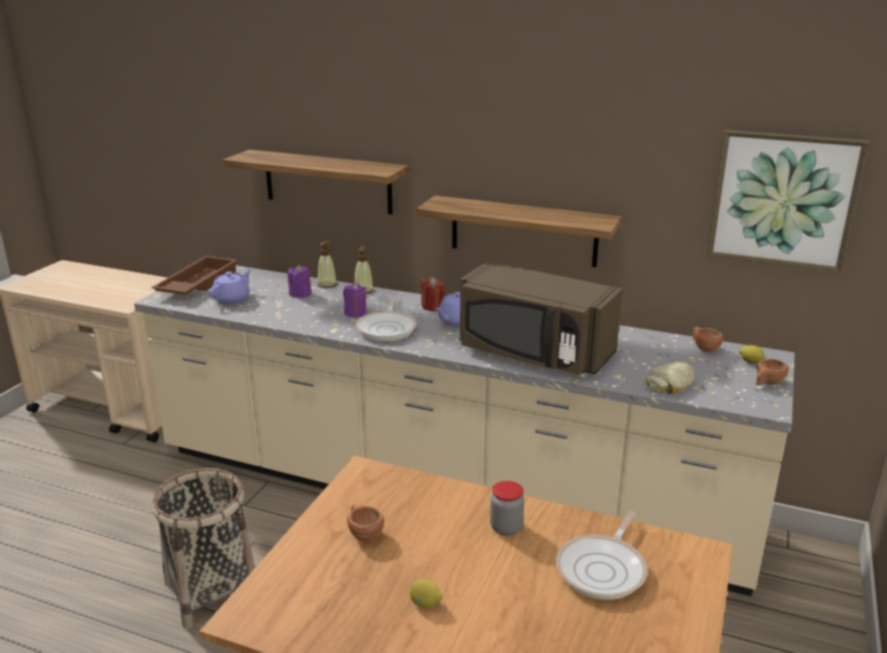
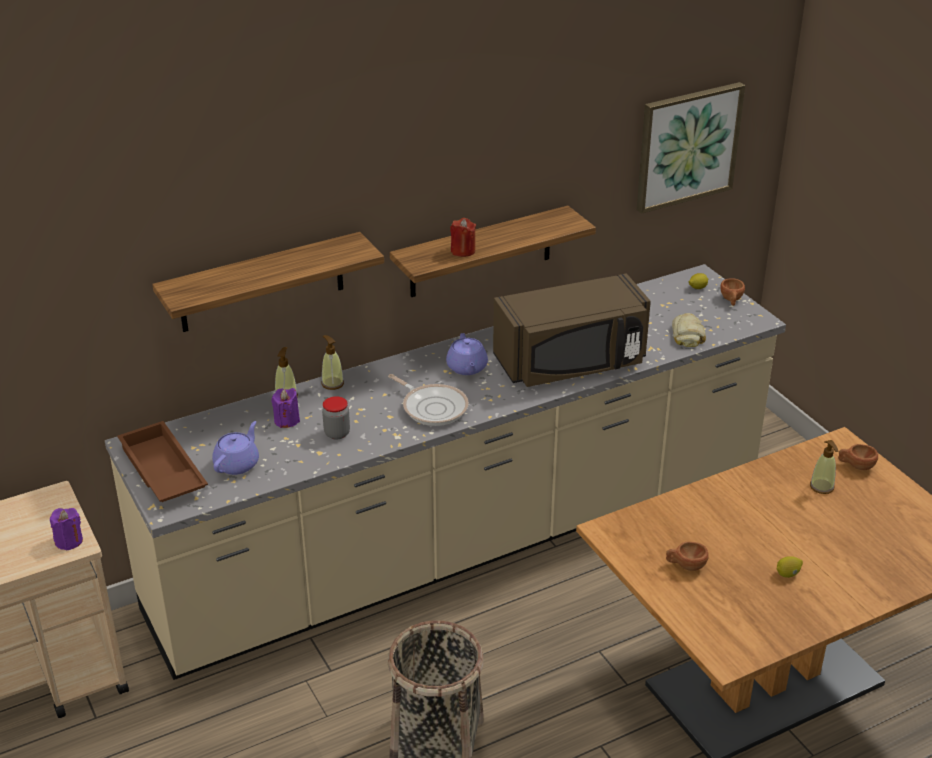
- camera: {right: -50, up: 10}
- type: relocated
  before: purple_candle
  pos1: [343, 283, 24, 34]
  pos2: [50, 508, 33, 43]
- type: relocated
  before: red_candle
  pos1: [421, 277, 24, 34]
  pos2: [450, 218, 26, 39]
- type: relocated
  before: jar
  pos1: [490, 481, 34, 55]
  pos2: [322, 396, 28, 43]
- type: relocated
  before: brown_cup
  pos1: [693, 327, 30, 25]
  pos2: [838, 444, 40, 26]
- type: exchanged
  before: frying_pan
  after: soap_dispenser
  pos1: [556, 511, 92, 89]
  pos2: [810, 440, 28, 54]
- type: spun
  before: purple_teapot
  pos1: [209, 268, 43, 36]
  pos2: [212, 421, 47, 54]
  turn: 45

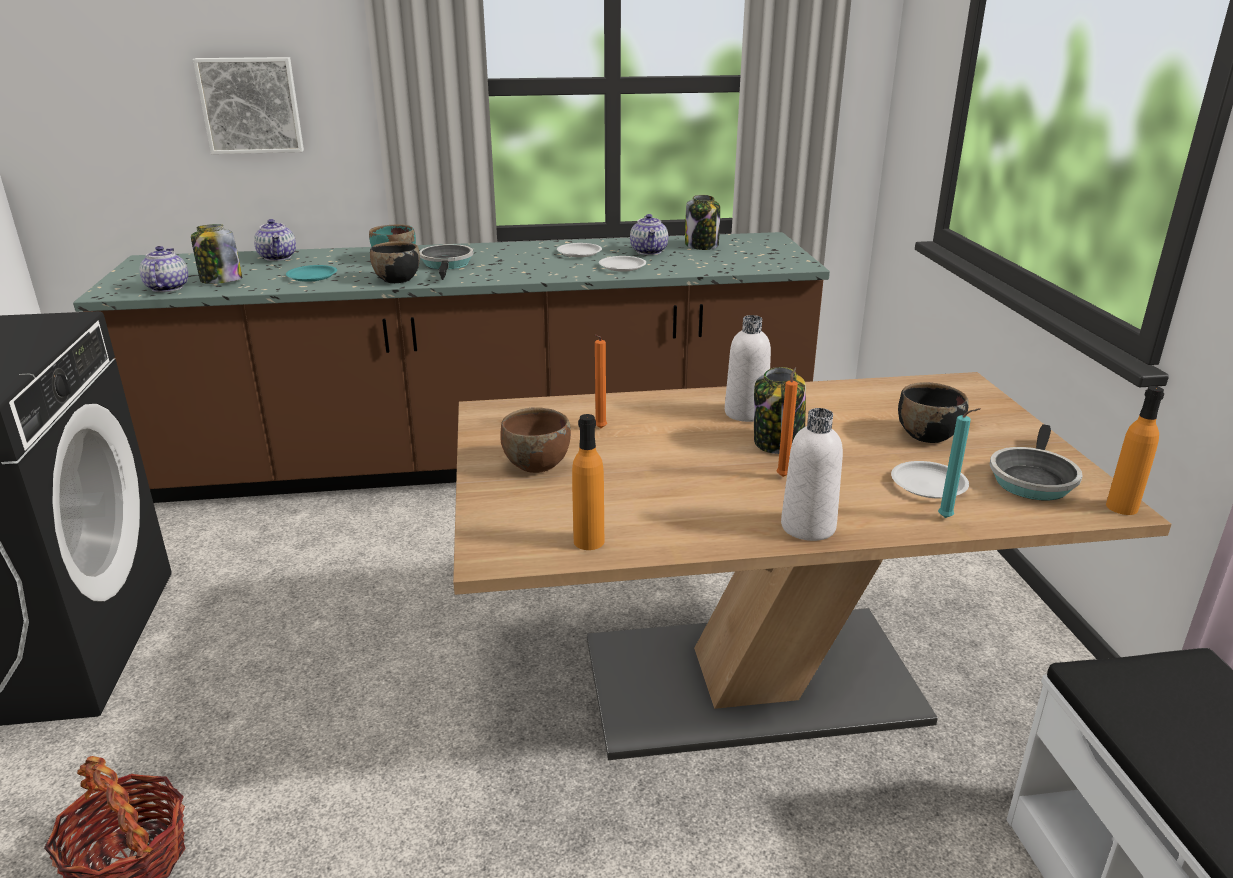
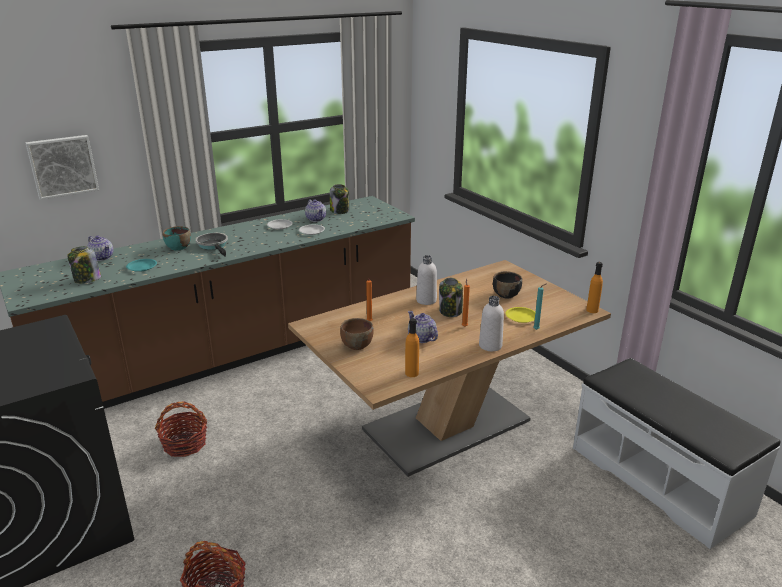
- camera: {right: -25, up: 0}
- type: missing
  before: black_bowl
  pos1: [370, 241, 50, 42]
- type: missing
  before: frying_pan
  pos1: [990, 424, 92, 76]
- type: appeared
  after: basket
  pos2: [155, 401, 52, 56]
- type: relocated
  before: teapot
  pos1: [140, 246, 48, 46]
  pos2: [408, 311, 30, 32]
- type: colour
  before: white_plate
  after: yellow_plate
  pos1: [891, 461, 78, 37]
  pos2: [506, 307, 29, 16]

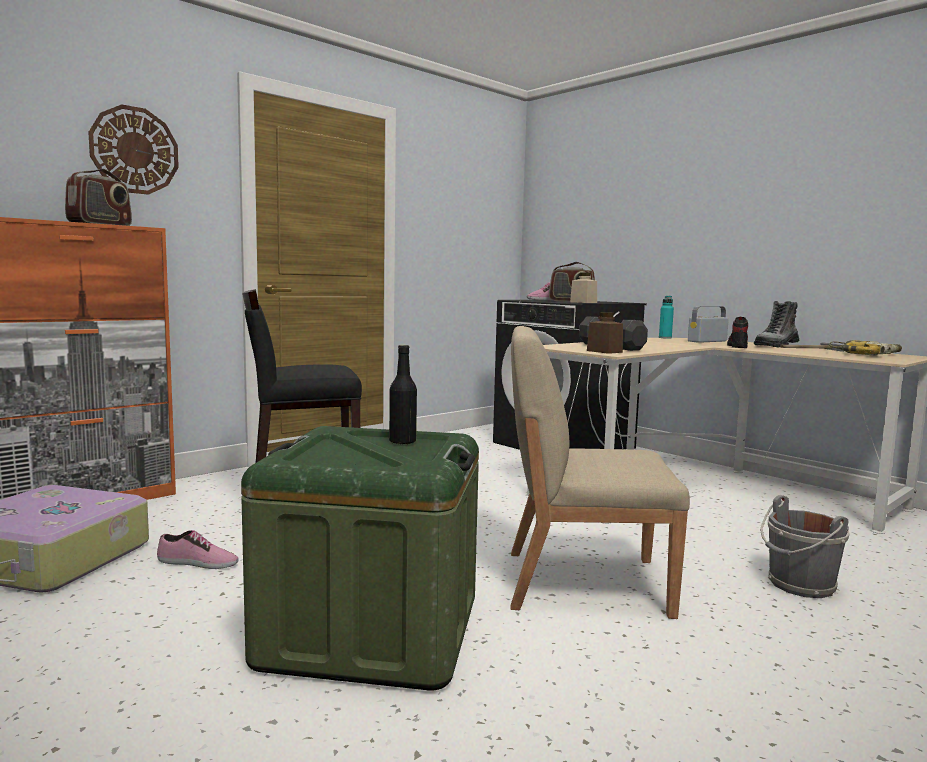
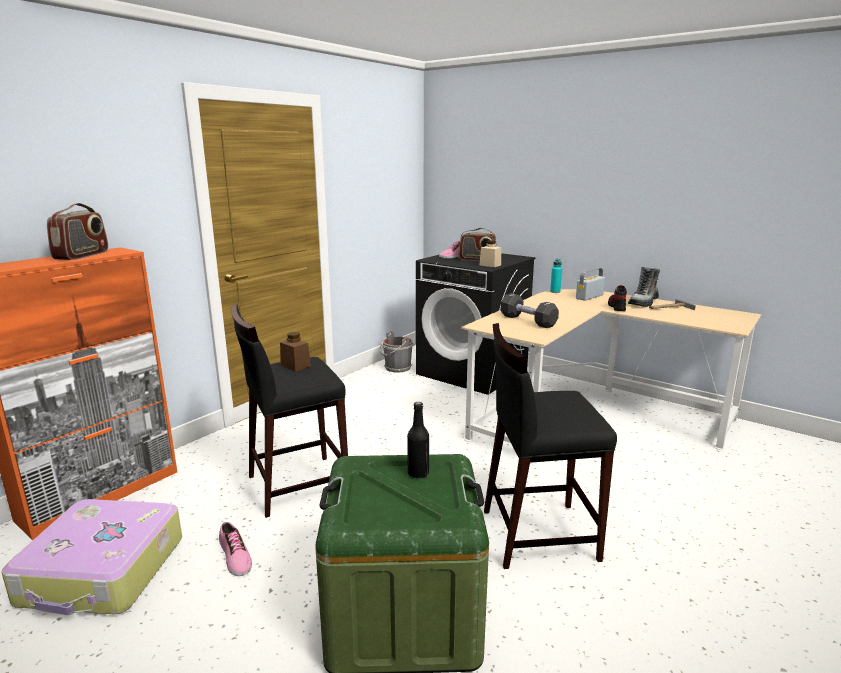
- camera: {right: -10, up: 10}
- type: missing
  before: wall_clock
  pos1: [88, 104, 91, 91]
- type: missing
  before: power_drill
  pos1: [829, 340, 73, 16]
- type: relocated
  before: brown_jar
  pos1: [587, 312, 36, 42]
  pos2: [280, 332, 31, 40]
- type: relocated
  before: grey_bucket
  pos1: [760, 495, 90, 103]
  pos2: [380, 331, 34, 42]
- type: exchanged
  before: beige_chair
  after: black_stool
  pos1: [511, 326, 179, 293]
  pos2: [484, 323, 133, 246]
- type: spun
  before: shoe
  pos1: [157, 530, 82, 39]
  pos2: [219, 522, 33, 54]
  turn: 60

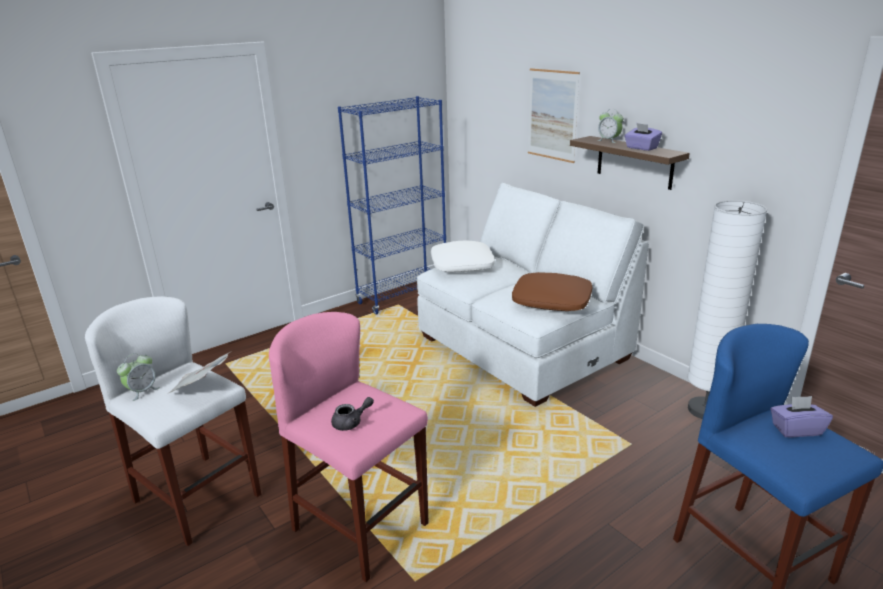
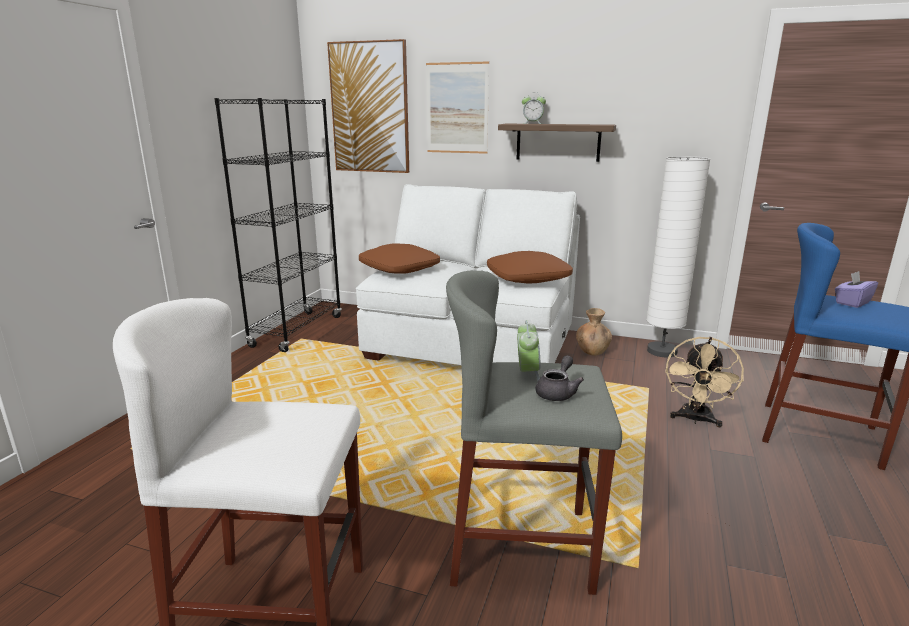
- camera: {right: -35, up: -5}
- type: missing
  before: newspaper
  pos1: [167, 351, 65, 43]
- type: missing
  before: purple_tissue_box
  pos1: [624, 123, 38, 28]
- type: appeared
  after: picture
  pos2: [327, 39, 82, 134]
- type: appeared
  after: brown_vase
  pos2: [576, 308, 36, 48]
- type: appeared
  after: beige_fan
  pos2: [665, 337, 79, 90]
- type: relocated
  before: alarm_clock
  pos1: [117, 353, 43, 48]
  pos2: [517, 320, 24, 61]
- type: colour
  before: pink_stool
  after: grey_stool
  pos1: [269, 312, 160, 270]
  pos2: [446, 270, 176, 325]
- type: colour
  before: blue_bookcase
  after: black_bookcase
  pos1: [338, 96, 108, 218]
  pos2: [214, 98, 128, 254]
- type: colour
  before: white_pillow
  after: brown_pillow
  pos1: [431, 240, 64, 32]
  pos2: [359, 243, 81, 31]

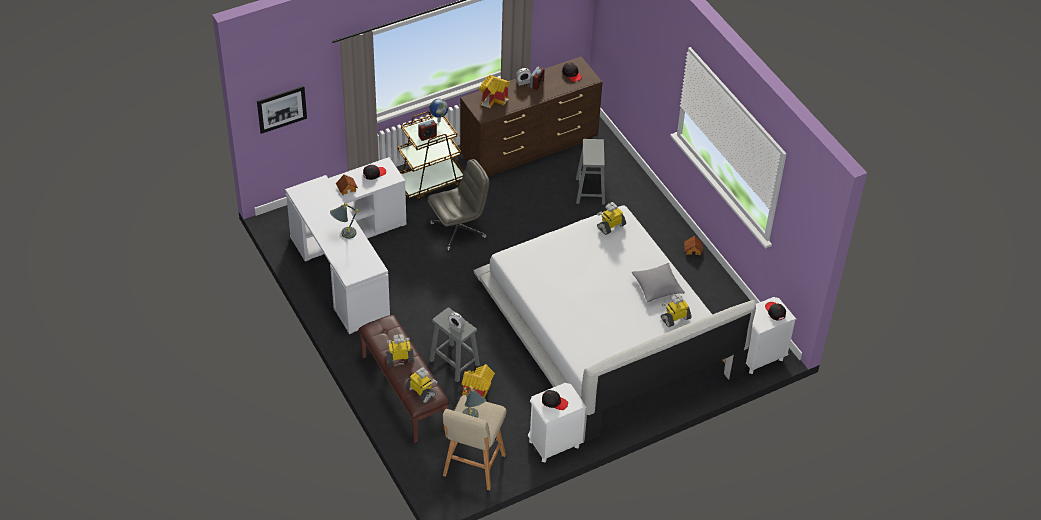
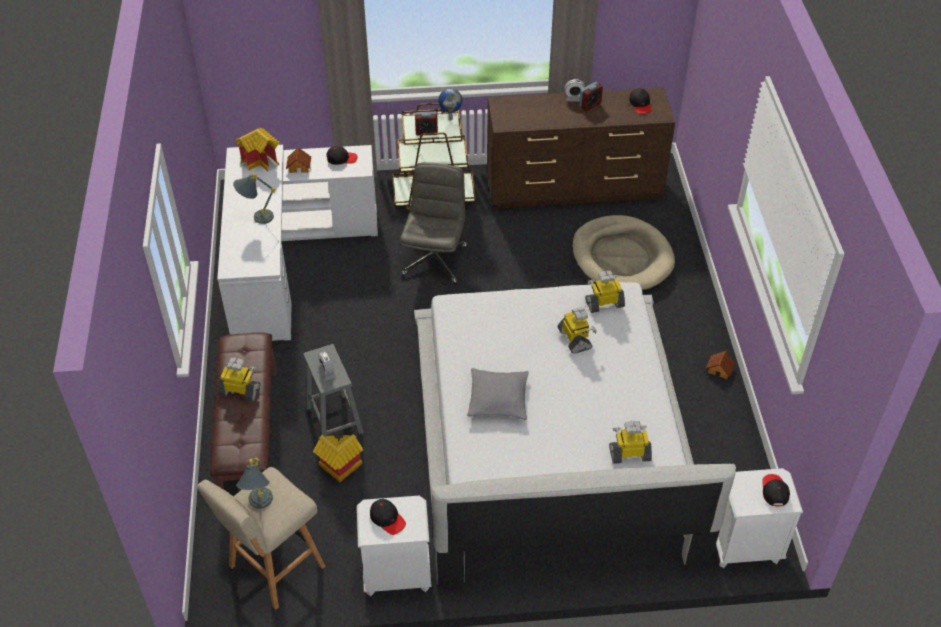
- camera: {right: 25, up: 0}
- type: missing
  before: picture
  pos1: [257, 86, 50, 48]
- type: relocated
  before: toy_robot
  pos1: [406, 367, 31, 36]
  pos2: [558, 307, 39, 47]
- type: relocated
  before: toy_house
  pos1: [478, 75, 32, 33]
  pos2: [236, 128, 44, 43]
- type: relocated
  before: grey_pillow
  pos1: [632, 263, 53, 39]
  pos2: [467, 368, 62, 52]
- type: exchanged
  before: grey_stool
  after: beige_dog_bed
  pos1: [576, 139, 29, 66]
  pos2: [572, 215, 103, 76]
- type: spun
  before: grey_office_chair
  pos1: [428, 159, 61, 93]
  pos2: [400, 162, 68, 122]
  turn: -75

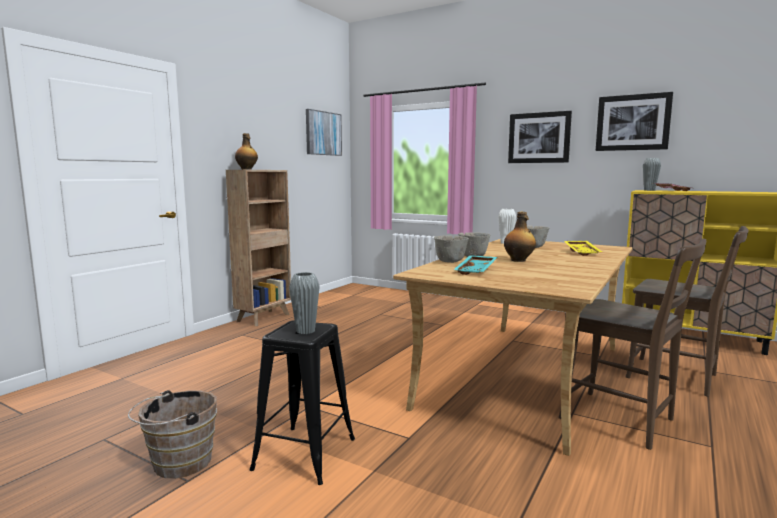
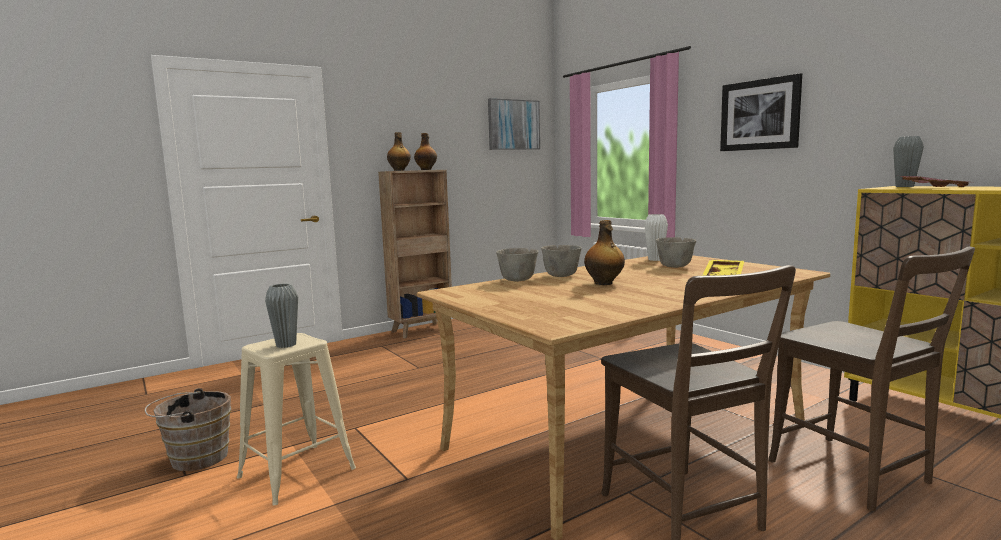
- camera: {right: 25, up: 0}
- type: missing
  before: turquoise_tray
  pos1: [453, 255, 44, 20]
- type: missing
  before: picture
  pos1: [596, 92, 77, 59]
- type: appeared
  after: bottle
  pos2: [414, 133, 23, 37]
- type: colour
  before: black_stool
  after: beige_stool
  pos1: [250, 320, 105, 165]
  pos2: [237, 333, 119, 172]

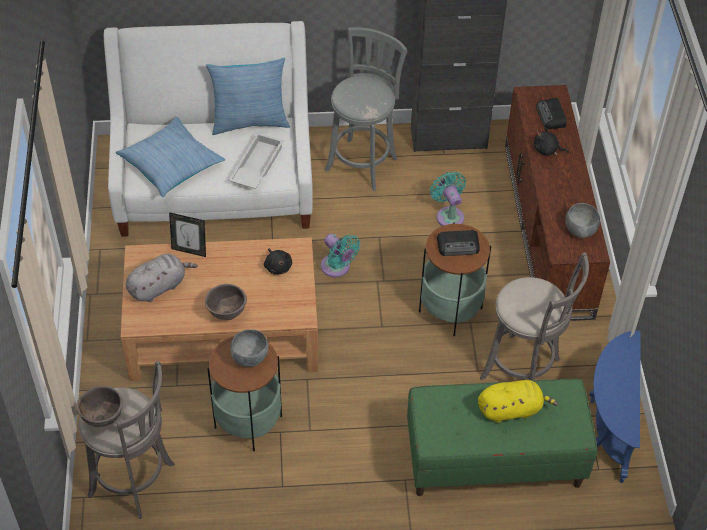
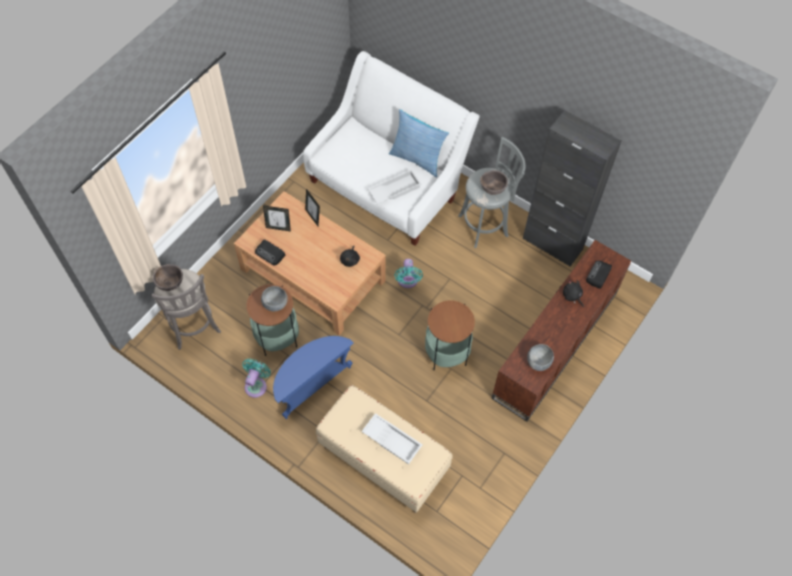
- camera: {right: 40, up: 10}
- type: missing
  before: pillow
  pos1: [116, 117, 109, 80]
- type: missing
  before: grey_stool
  pos1: [480, 252, 109, 128]
- type: relocated
  before: brown_bowl
  pos1: [205, 284, 42, 36]
  pos2: [480, 170, 28, 25]
- type: relocated
  before: turquoise_fan
  pos1: [430, 172, 36, 54]
  pos2: [242, 359, 29, 39]
- type: relocated
  before: radio
  pos1: [437, 230, 43, 26]
  pos2: [255, 240, 31, 25]
- type: relocated
  before: blue_side_table
  pos1: [589, 331, 52, 152]
  pos2: [273, 336, 81, 83]
- type: exchanged
  before: grey_plush_toy
  after: picture_frame
  pos1: [126, 254, 72, 48]
  pos2: [263, 206, 28, 25]
- type: exchanged
  before: yellow_plush_toy
  after: white_tray
  pos1: [478, 380, 80, 43]
  pos2: [361, 413, 61, 51]
- type: colour
  before: green_bench
  after: beige_bench
  pos1: [407, 379, 190, 117]
  pos2: [316, 385, 137, 128]

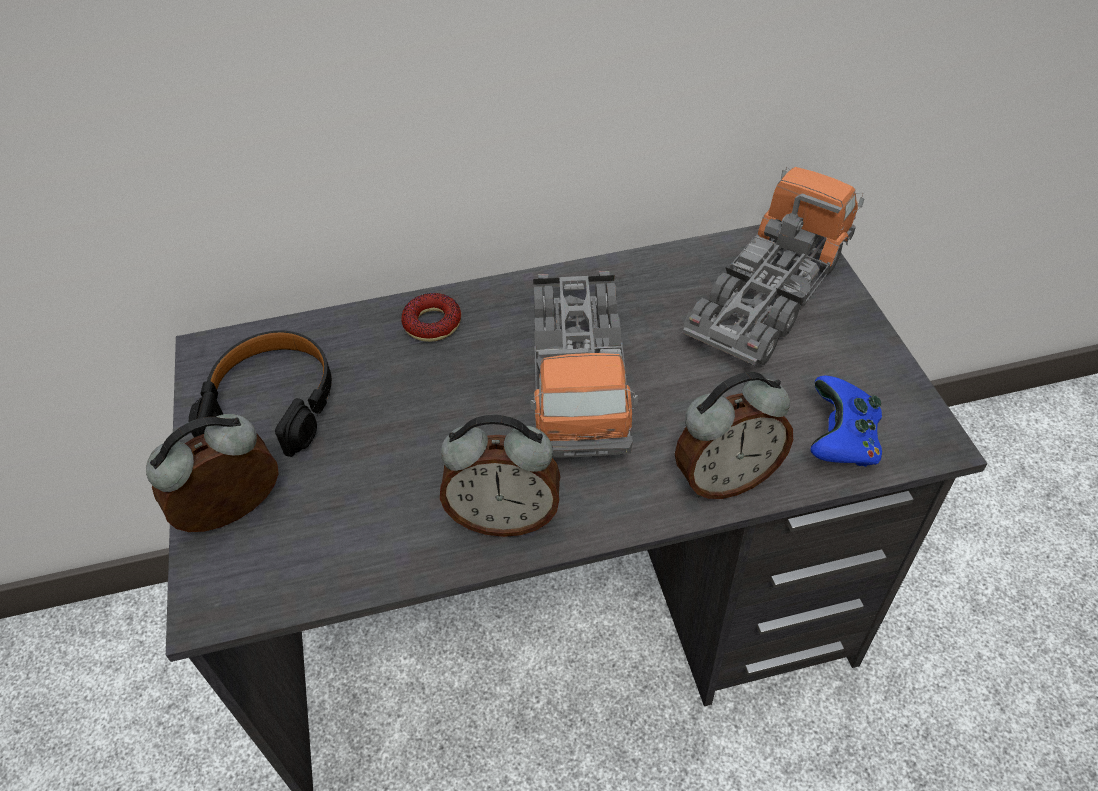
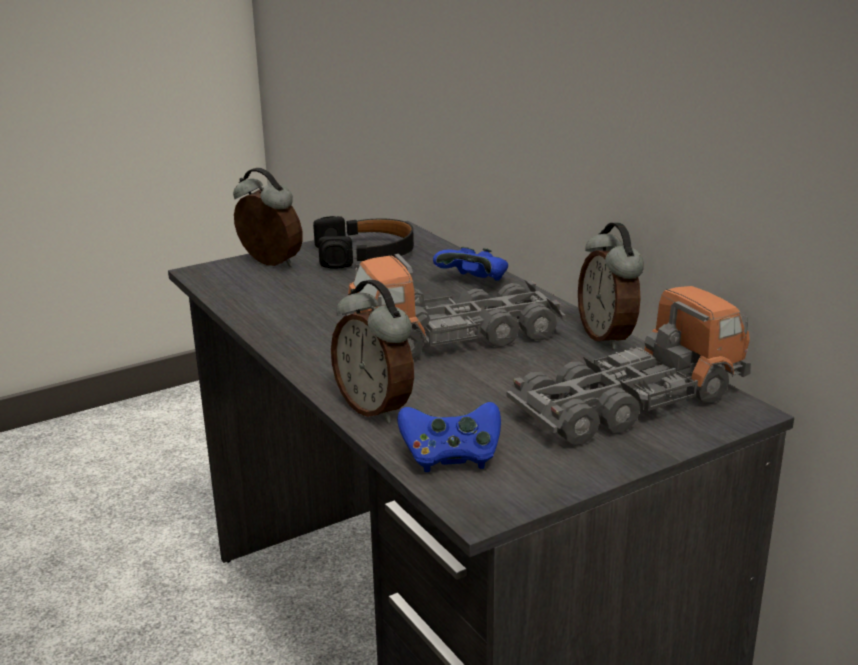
- camera: {right: 70, up: -25}
- type: relocated
  before: alarm_clock
  pos1: [440, 415, 120, 122]
  pos2: [578, 223, 66, 127]
- type: exchanged
  before: donut
  after: blue_game_controller
  pos1: [401, 293, 60, 49]
  pos2: [433, 247, 75, 34]
- type: spun
  before: toy_truck
  pos1: [683, 166, 181, 199]
  pos2: [507, 286, 244, 159]
  turn: -45

